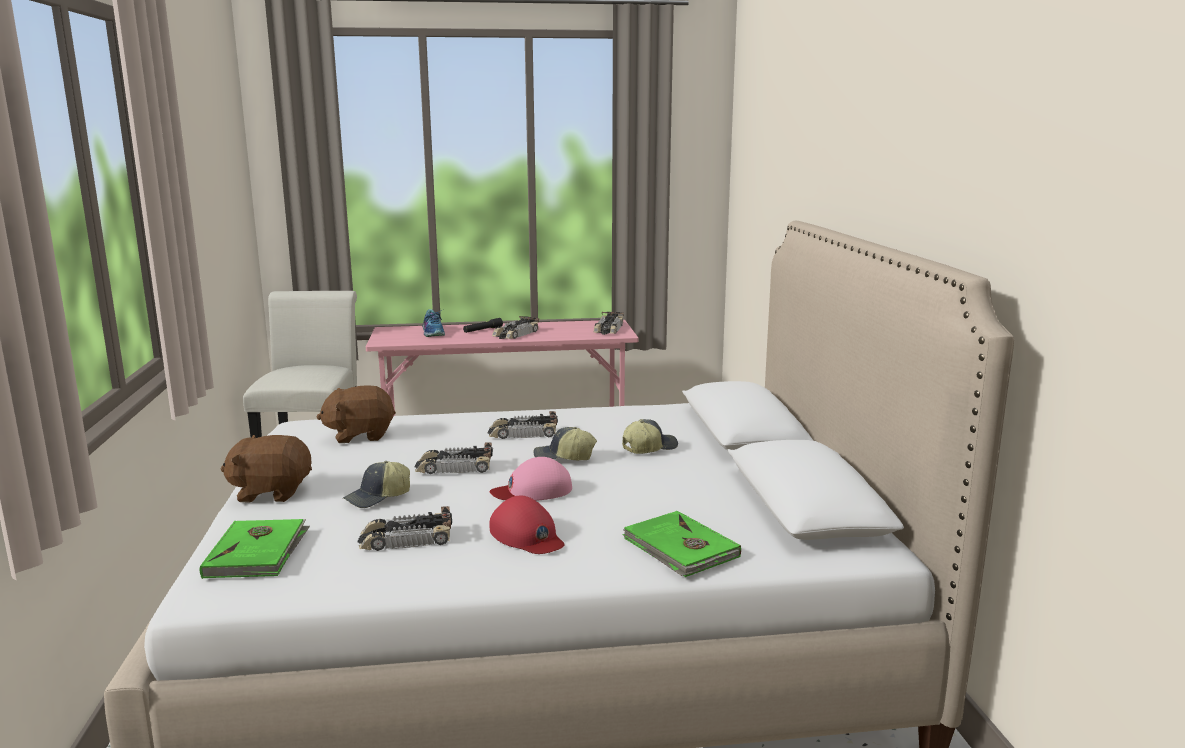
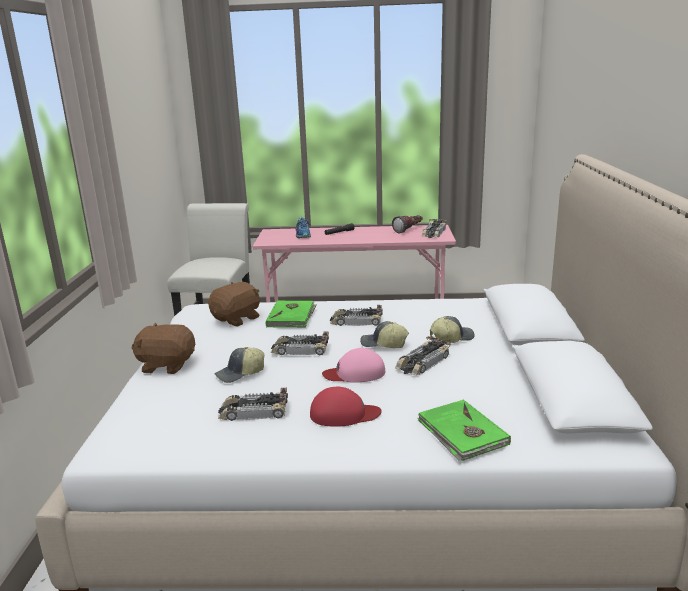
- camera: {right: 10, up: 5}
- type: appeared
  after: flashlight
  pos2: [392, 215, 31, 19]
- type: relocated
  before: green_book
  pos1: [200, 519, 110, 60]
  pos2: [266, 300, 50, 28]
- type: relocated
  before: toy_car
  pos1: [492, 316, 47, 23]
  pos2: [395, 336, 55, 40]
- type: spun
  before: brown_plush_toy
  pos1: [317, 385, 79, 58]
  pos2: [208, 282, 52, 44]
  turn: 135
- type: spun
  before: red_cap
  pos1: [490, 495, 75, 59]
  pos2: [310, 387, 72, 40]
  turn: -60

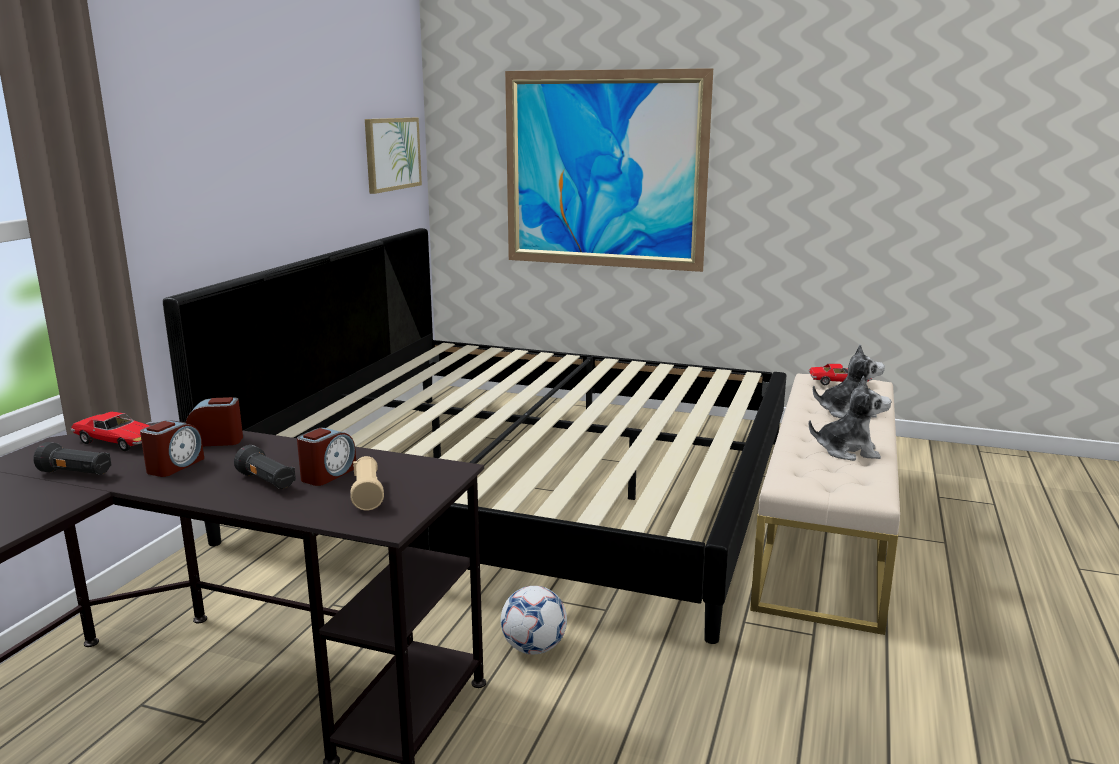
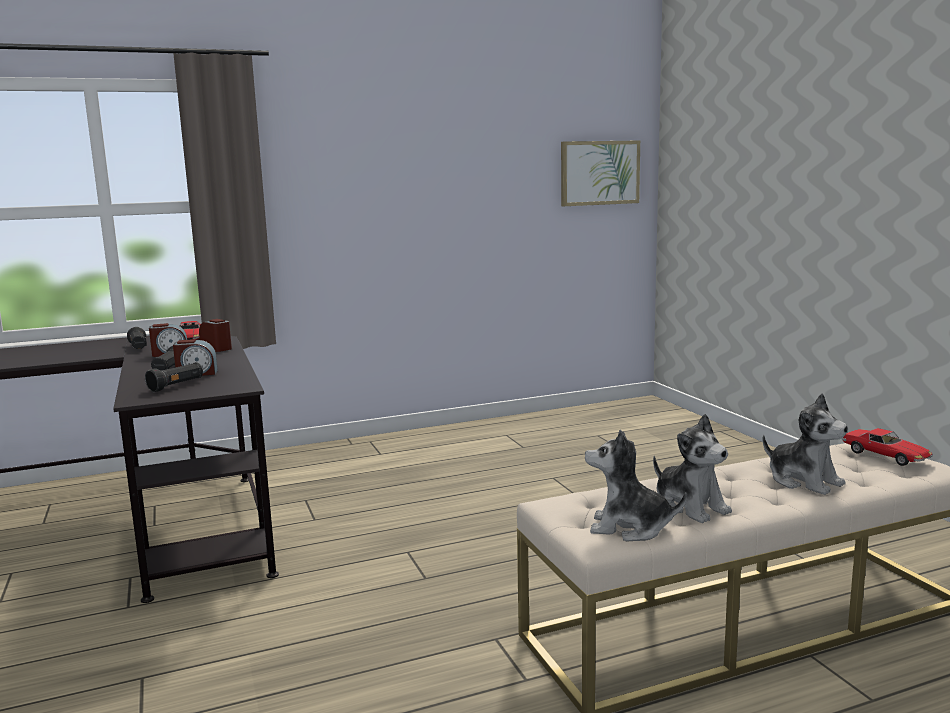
- camera: {right: 50, up: -5}
- type: missing
  before: bed
  pos1: [163, 228, 623, 416]
- type: missing
  before: football
  pos1: [501, 586, 66, 68]
- type: missing
  before: picture
  pos1: [505, 68, 208, 204]
- type: appeared
  after: plush_toy
  pos2: [585, 430, 102, 111]
- type: colour
  before: beige_flashlight
  after: black_flashlight
  pos1: [350, 456, 34, 55]
  pos2: [145, 362, 58, 30]

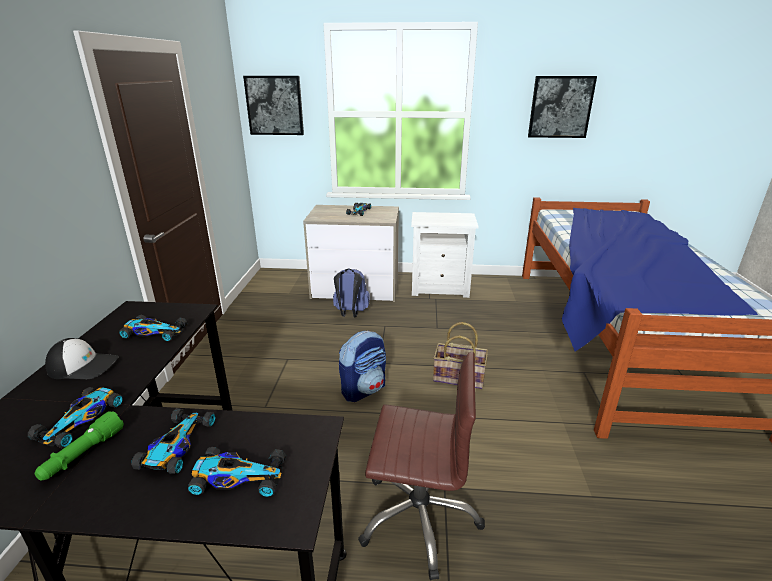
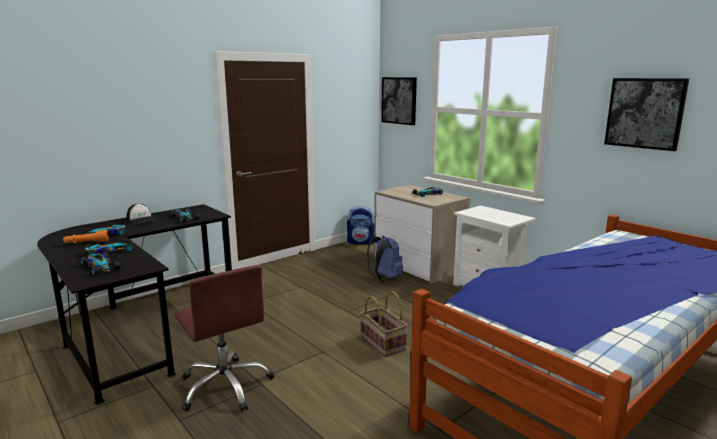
- camera: {right: 45, up: -10}
- type: relocated
  before: backpack
  pos1: [339, 331, 47, 71]
  pos2: [347, 206, 28, 38]
- type: colour
  before: green_flashlight
  after: orange_flashlight
  pos1: [34, 411, 90, 70]
  pos2: [63, 230, 46, 14]

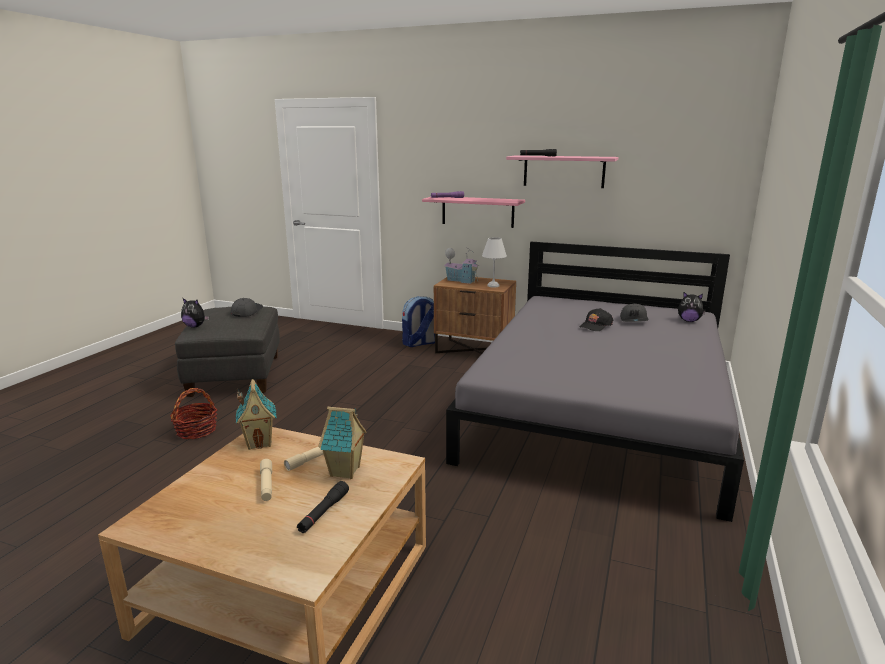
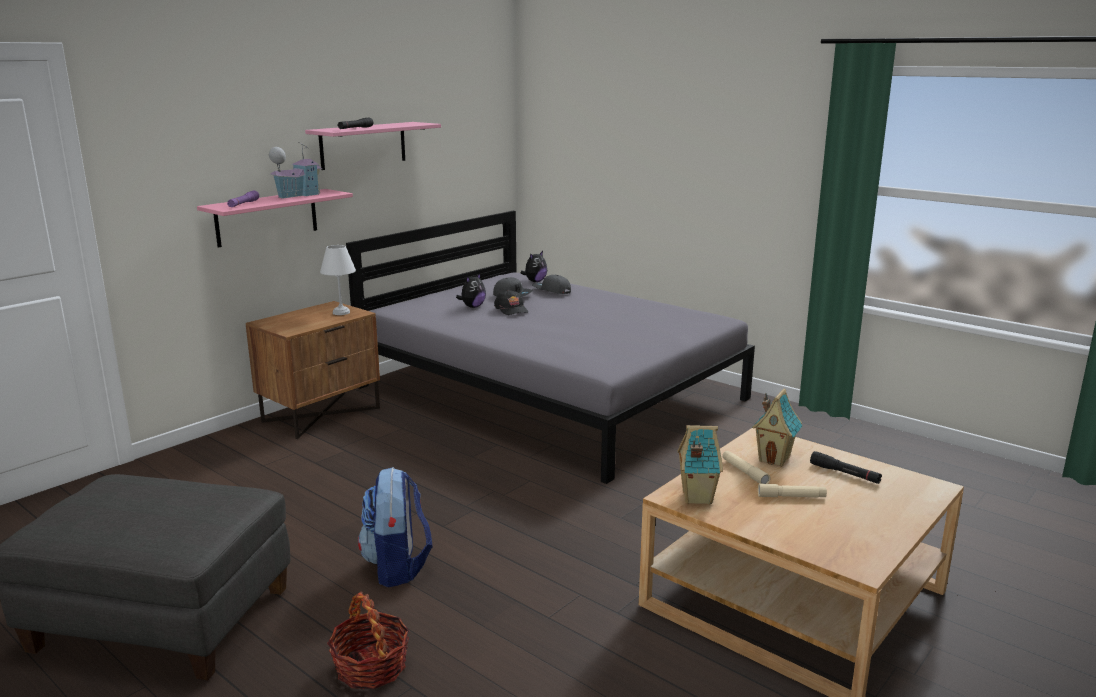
- camera: {right: -70, up: 0}
- type: relocated
  before: plush_toy
  pos1: [181, 298, 28, 30]
  pos2: [456, 272, 30, 36]
- type: relocated
  before: grey_cap
  pos1: [231, 298, 32, 19]
  pos2: [532, 275, 39, 19]
- type: relocated
  before: backpack
  pos1: [402, 296, 33, 51]
  pos2: [358, 467, 75, 120]
- type: relocated
  before: toy_house
  pos1: [444, 247, 36, 37]
  pos2: [269, 142, 53, 57]

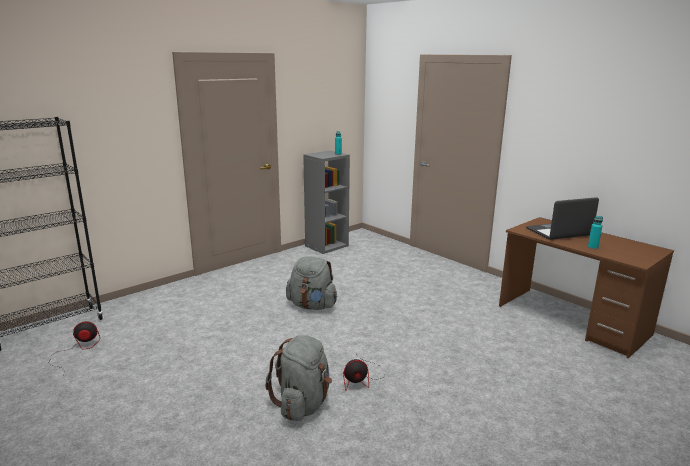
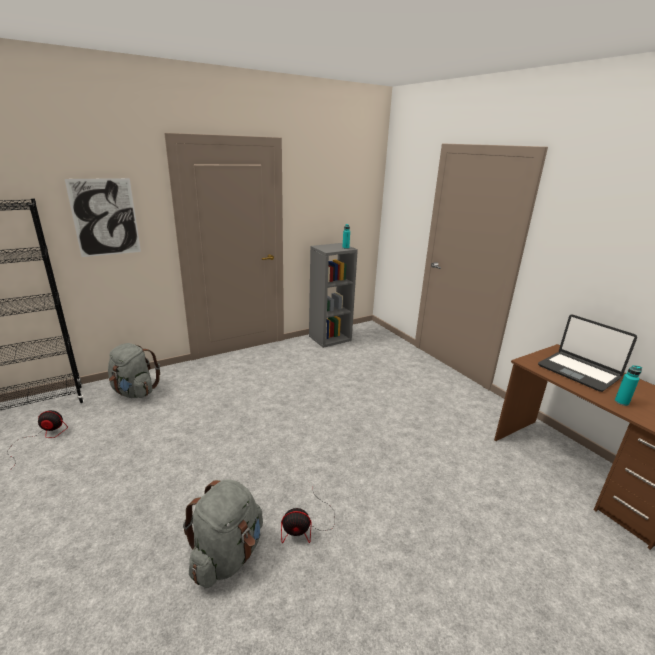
- camera: {right: 10, up: 5}
- type: appeared
  after: picture
  pos2: [65, 178, 76, 79]
- type: relocated
  before: grey_backpack
  pos1: [286, 256, 51, 54]
  pos2: [108, 343, 52, 55]
- type: spun
  before: laptop
  pos1: [526, 197, 73, 43]
  pos2: [538, 315, 99, 77]
  turn: -120

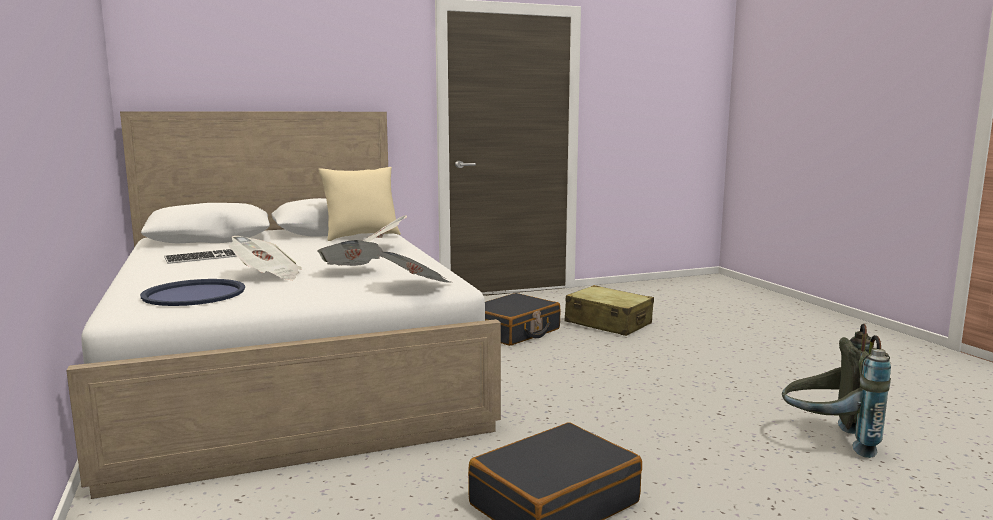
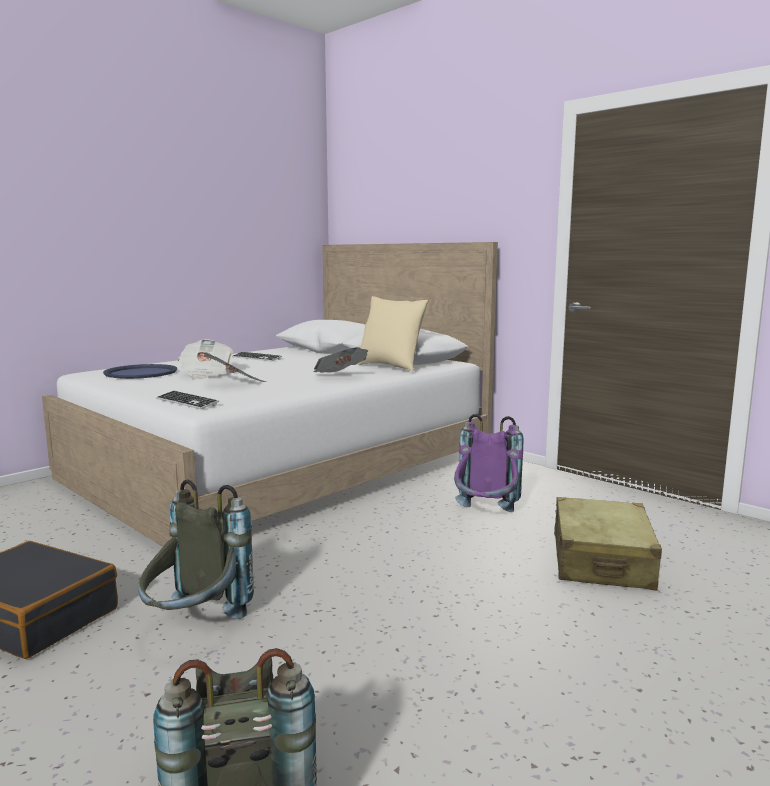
- camera: {right: 65, up: 0}
- type: appeared
  after: grey_backpack
  pos2: [138, 479, 116, 140]
- type: exchanged
  before: newspaper
  after: keyboard
  pos1: [377, 252, 74, 31]
  pos2: [156, 391, 63, 18]
- type: exchanged
  before: black_suitcase
  after: purple_backpack
  pos1: [485, 293, 75, 53]
  pos2: [454, 414, 70, 98]

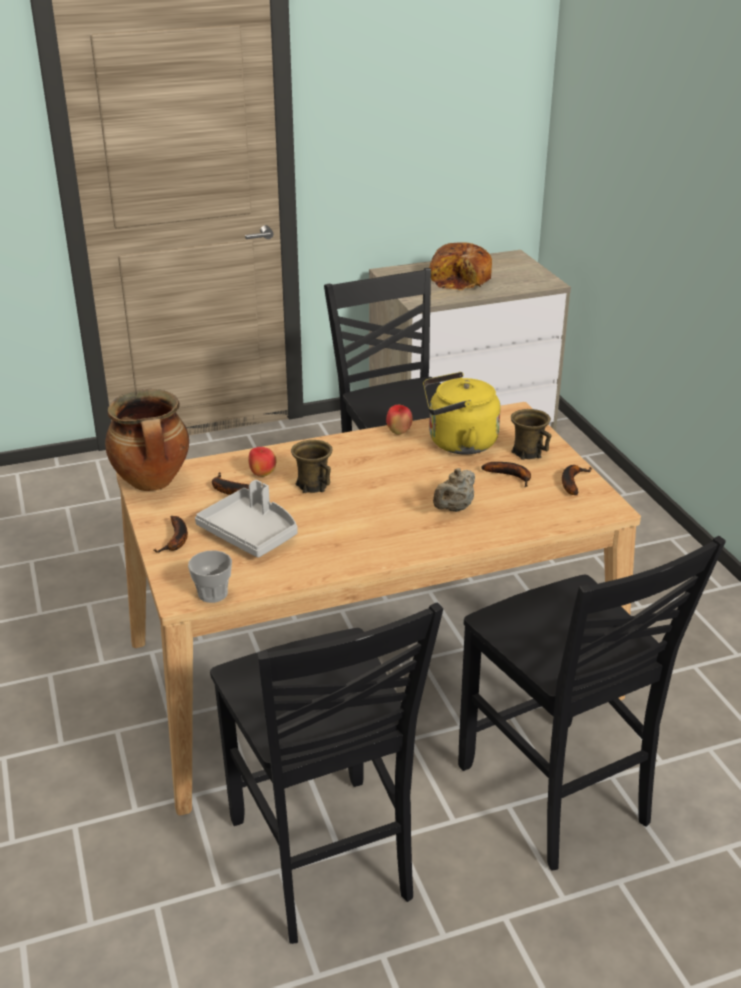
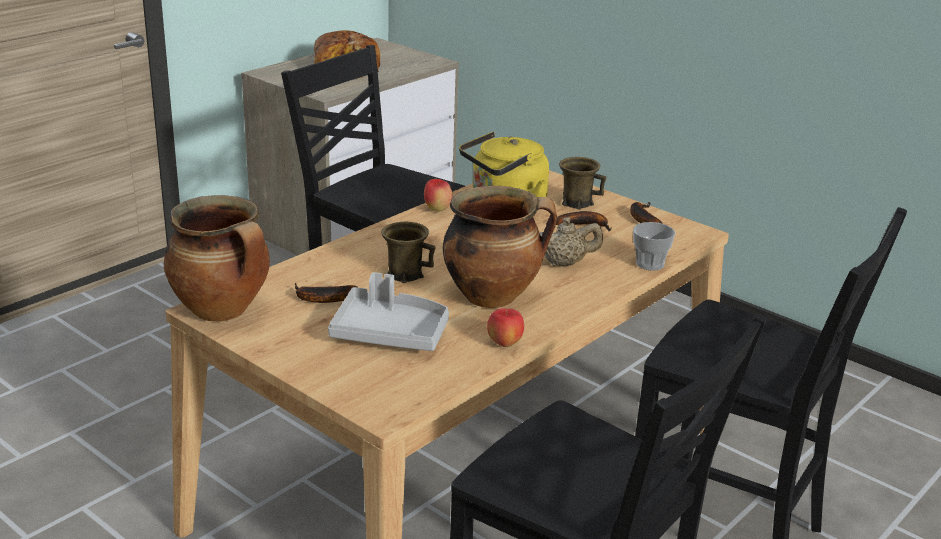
- camera: {right: -30, up: -5}
- type: missing
  before: banana
  pos1: [154, 516, 34, 37]
- type: appeared
  after: cooking_pot
  pos2: [443, 186, 114, 122]
- type: relocated
  before: cup
  pos1: [188, 550, 44, 53]
  pos2: [633, 222, 42, 49]
- type: relocated
  before: apple
  pos1: [248, 447, 28, 30]
  pos2: [487, 308, 37, 39]
- type: spun
  before: beige_teapot
  pos1: [433, 468, 42, 44]
  pos2: [540, 217, 63, 50]
  turn: -105

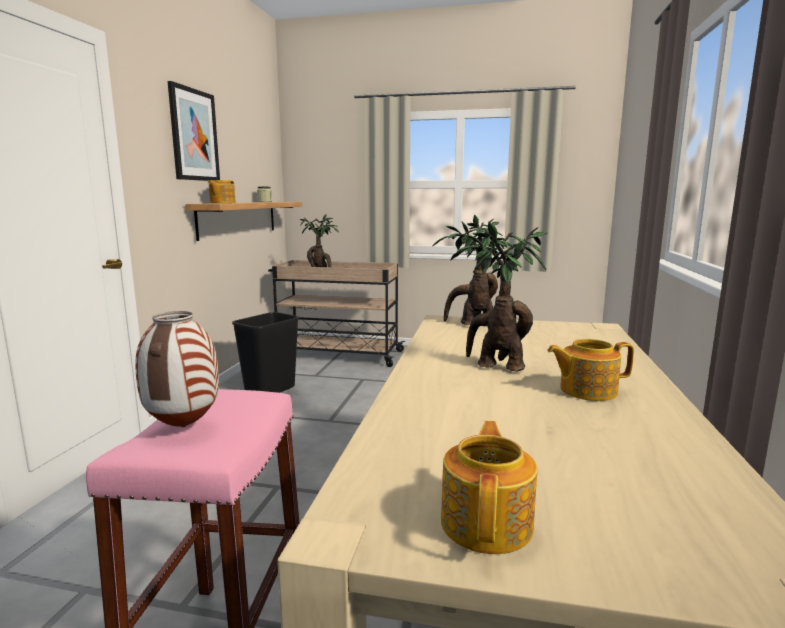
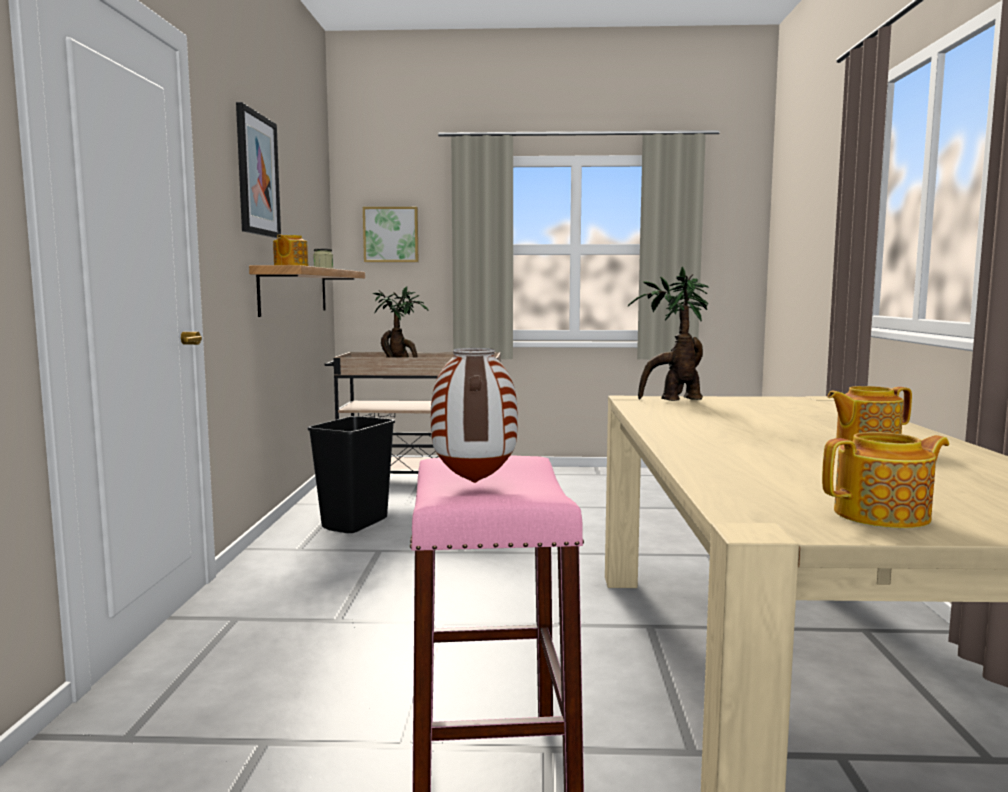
- camera: {right: -10, up: -5}
- type: missing
  before: potted_plant
  pos1: [450, 221, 97, 150]
- type: appeared
  after: picture
  pos2: [363, 207, 55, 55]
- type: spun
  before: teapot
  pos1: [441, 421, 96, 133]
  pos2: [822, 432, 127, 96]
  turn: 75

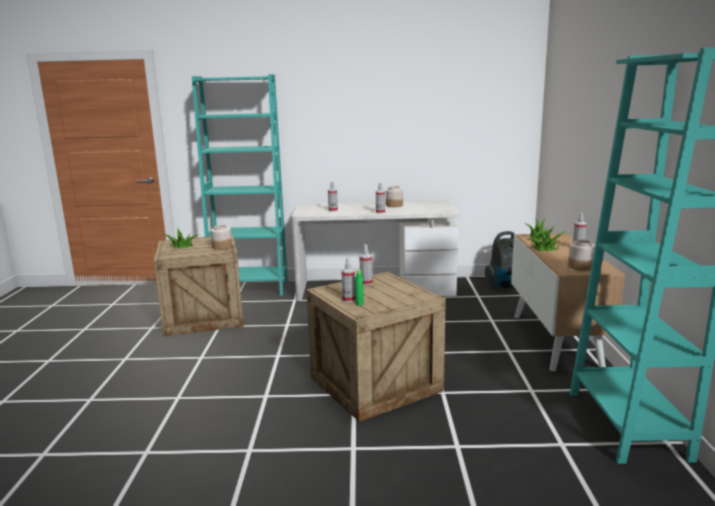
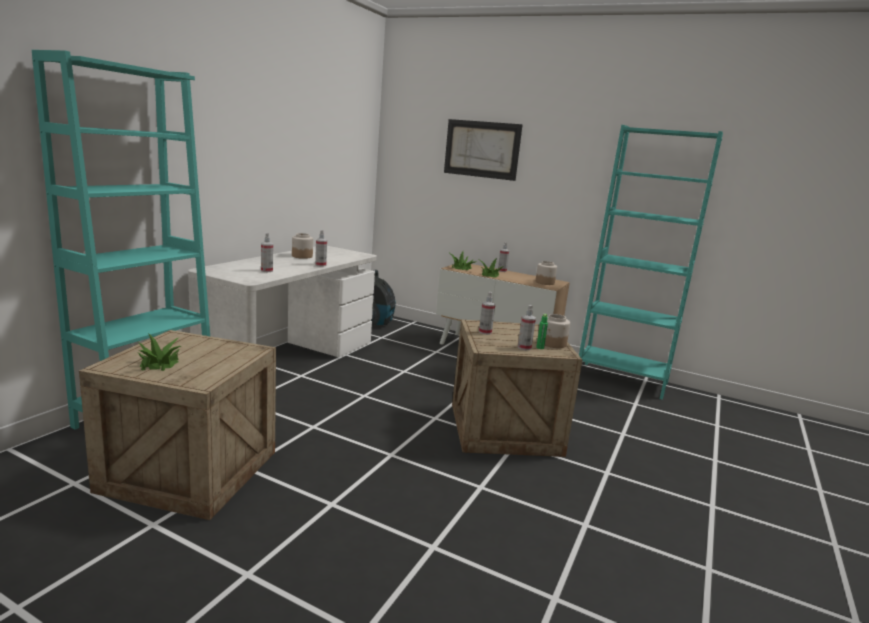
- camera: {right: -65, up: 0}
- type: appeared
  after: picture
  pos2: [444, 119, 79, 62]
- type: relocated
  before: jar
  pos1: [211, 225, 21, 25]
  pos2: [545, 314, 25, 34]

